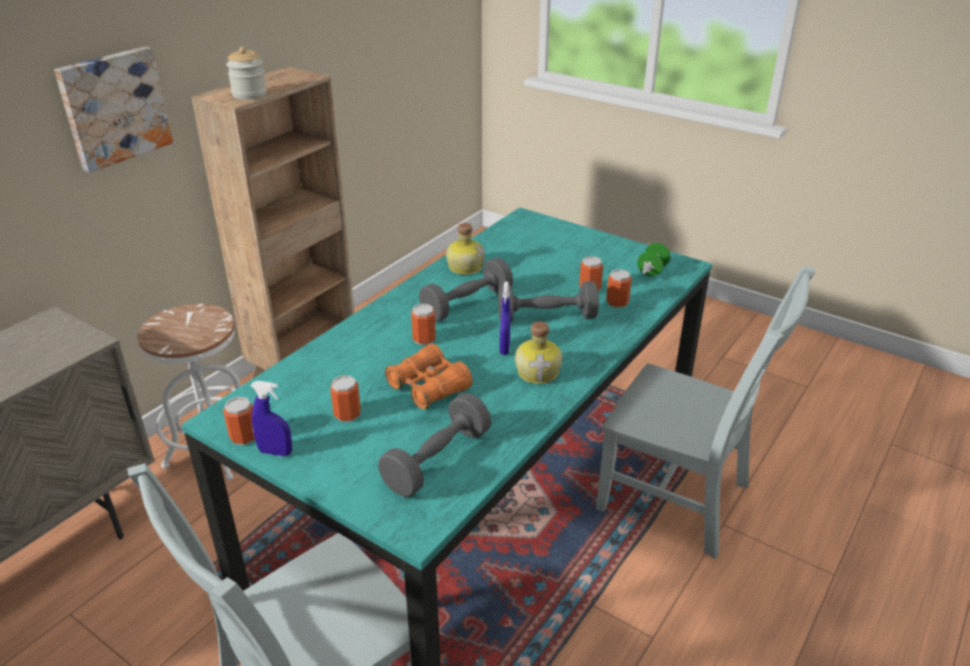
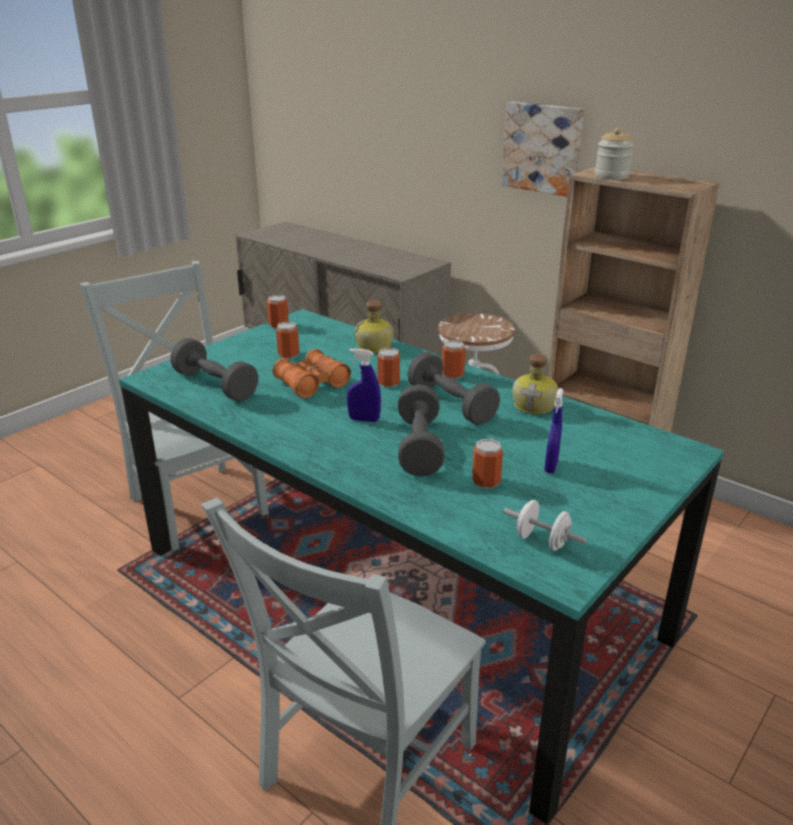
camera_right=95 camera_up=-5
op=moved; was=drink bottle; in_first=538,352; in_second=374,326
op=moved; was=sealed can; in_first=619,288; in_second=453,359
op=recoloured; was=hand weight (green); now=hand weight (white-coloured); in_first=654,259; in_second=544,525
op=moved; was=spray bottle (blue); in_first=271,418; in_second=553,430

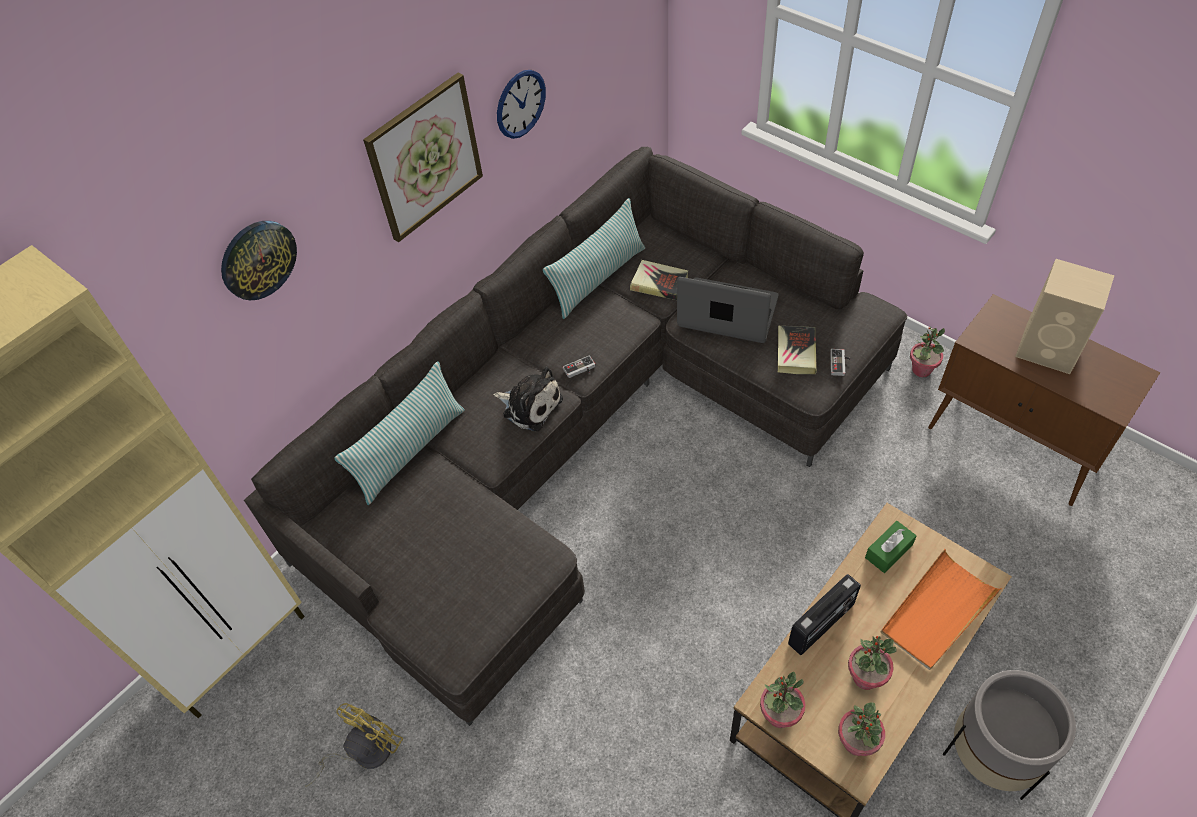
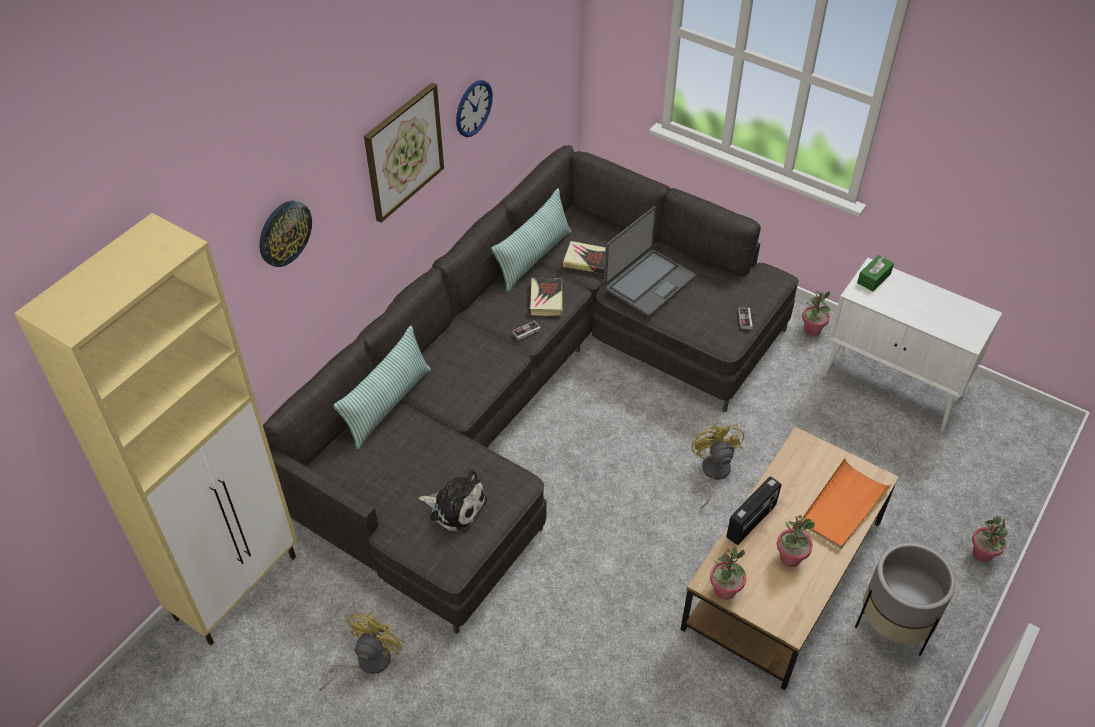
camera_right=-10 camera_up=-5
op=moved; was=soft toy; in_first=528,398; in_second=452,501
op=moved; was=book; in_first=797,350; in_second=546,297
op=turned; was=portable computer; in_first=727,310; in_second=650,261; clockwise=120
op=added; now=electric fan (yellow); in_second=717,465
op=recoloured; was=cabinet (brownish); now=cabinet (white-coloured); in_first=1044,400; in_second=912,345
op=moved; was=box of tissues (green); in_first=891,547; in_second=875,273
op=moved; was=houseplant; in_first=861,729; in_second=990,539
op=removed; was=speaker (beige); in_first=1065,316

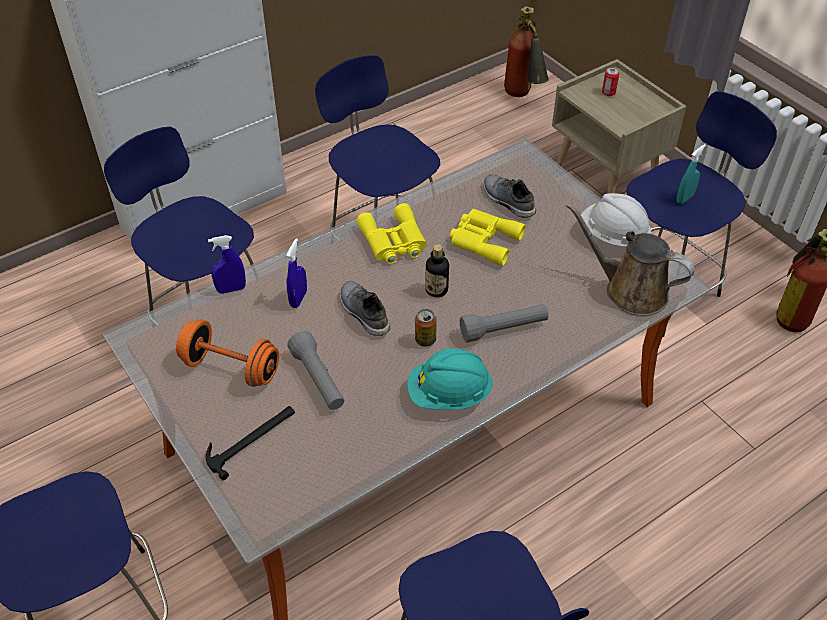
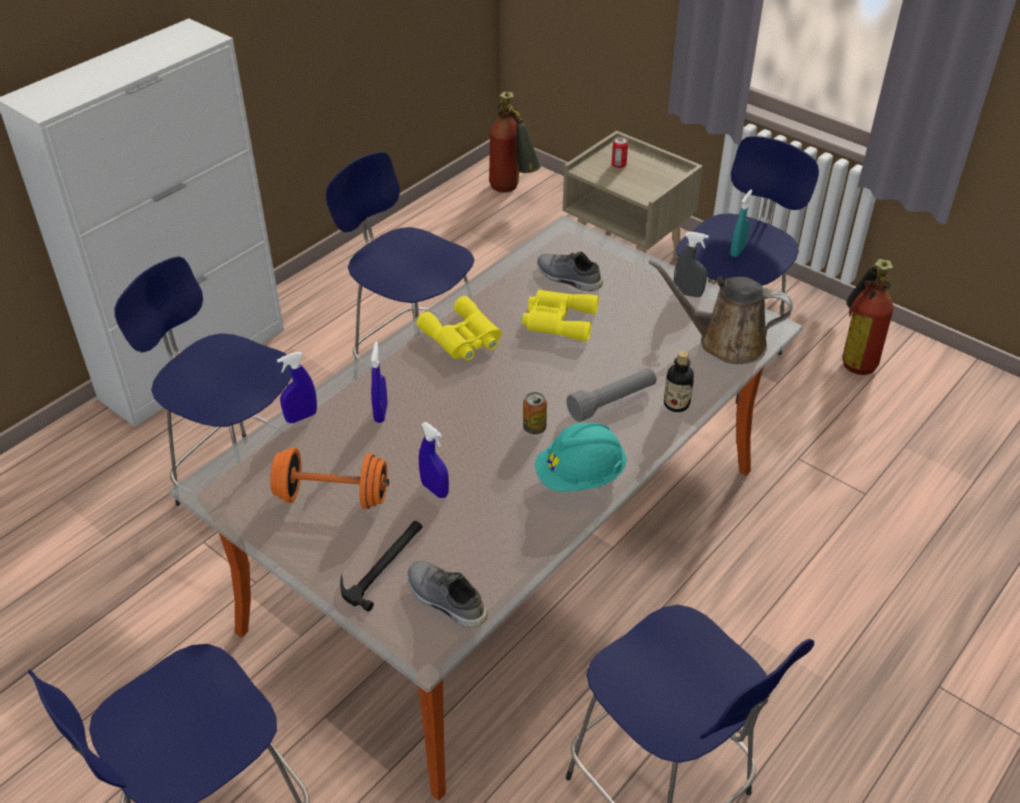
camera_right=-15 camera_up=-5
op=moved; was=shoe (grey); in_first=365,308; in_second=447,594
op=replaced; was=torch (grey); now=spray bottle (blue); in_first=315,370; in_second=434,460
op=moved; was=drink bottle; in_first=437,270; in_second=679,381
op=replaced; was=hard hat (white-coloured); now=spray bottle (grey); in_first=616,220; in_second=691,264

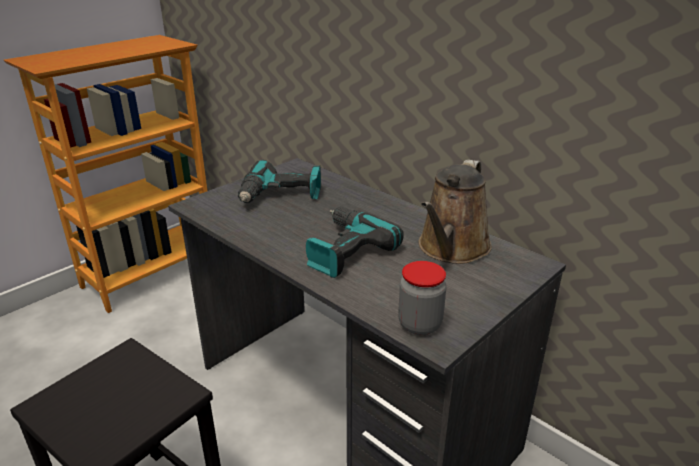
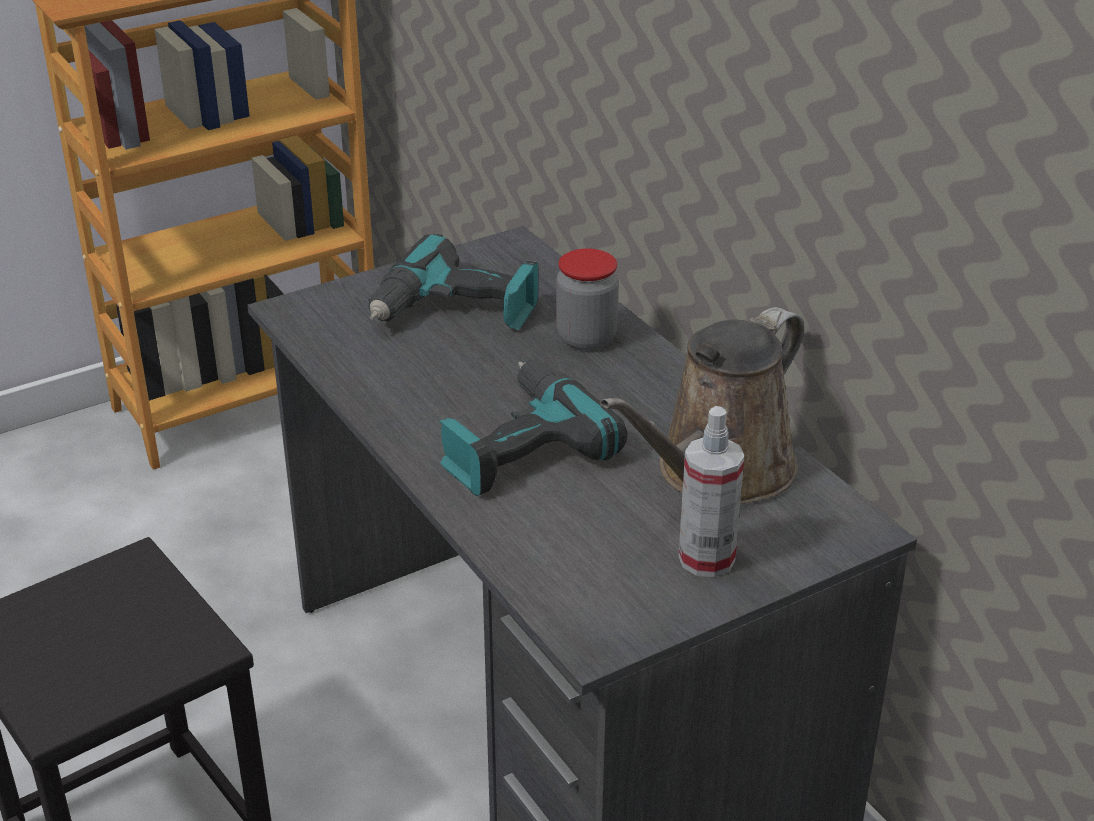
camera_right=15 camera_up=5
op=moved; was=jar; in_first=422,298; in_second=587,299
op=added; now=spray bottle; in_second=711,491

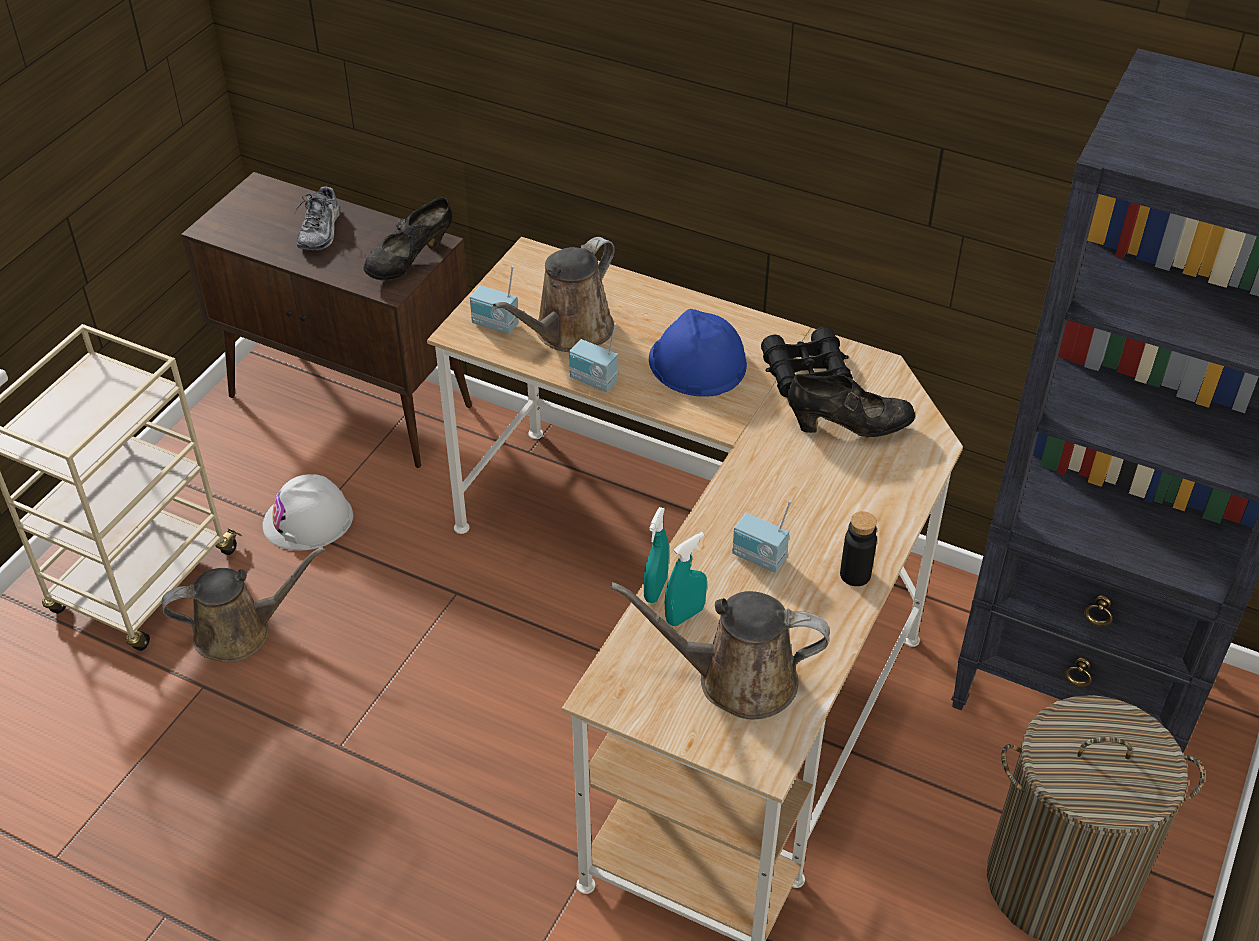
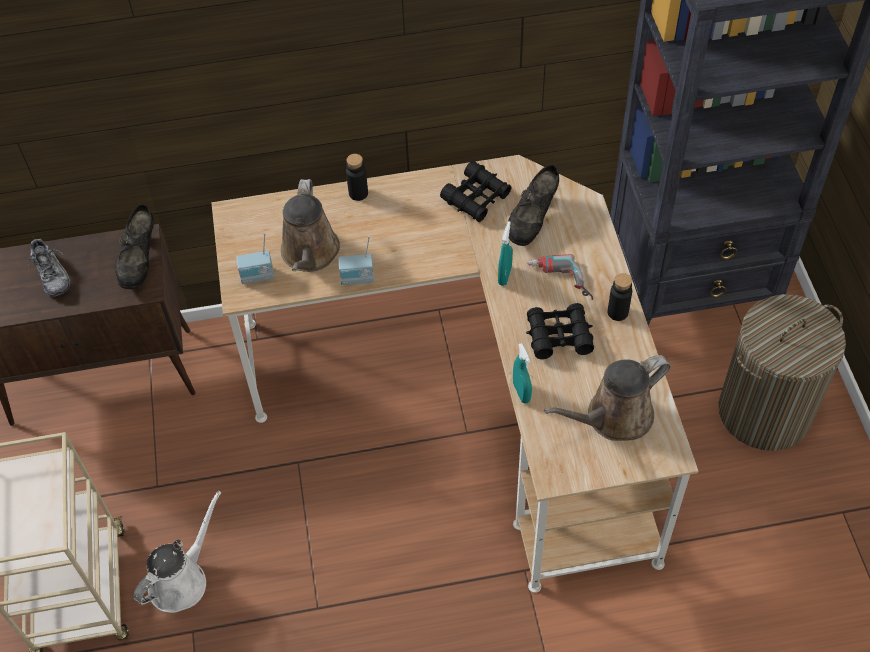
camera_right=-35 camera_up=10
op=recoloured; was=watering pot (brownish); now=watering pot (white-coloured); in_first=243,605; in_second=177,552
op=added; now=drink bottle (black-coloured); in_second=357,177
op=moved; was=spray bottle (blue-green); in_first=686,579; in_second=505,253
op=turned; was=shoe (black-coloured); in_first=851,405; in_second=533,205; clockwise=150
op=replaced; was=radio set; now=field glasses (black-coloured); in_first=761,537; in_second=560,331
op=added; now=drill; in_second=560,277
op=removed; was=hard hat (white-coloured); in_first=307,512
op=removed; was=hard hat (blue); in_first=698,353

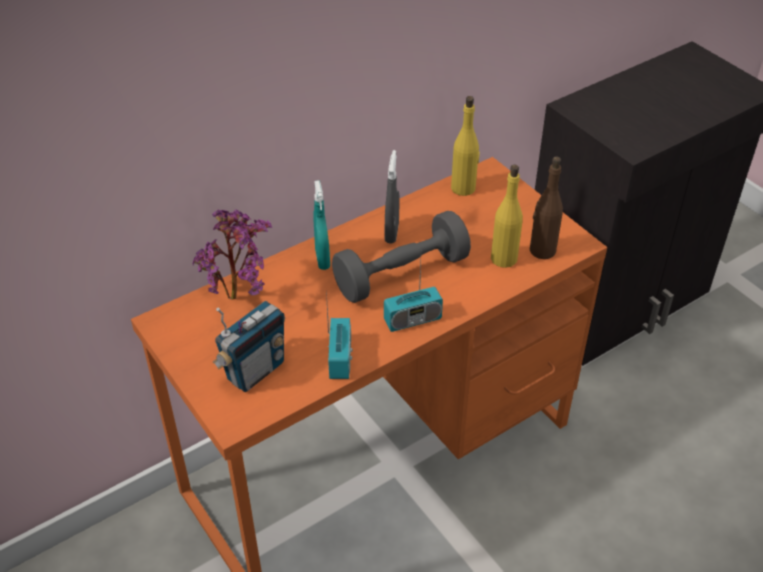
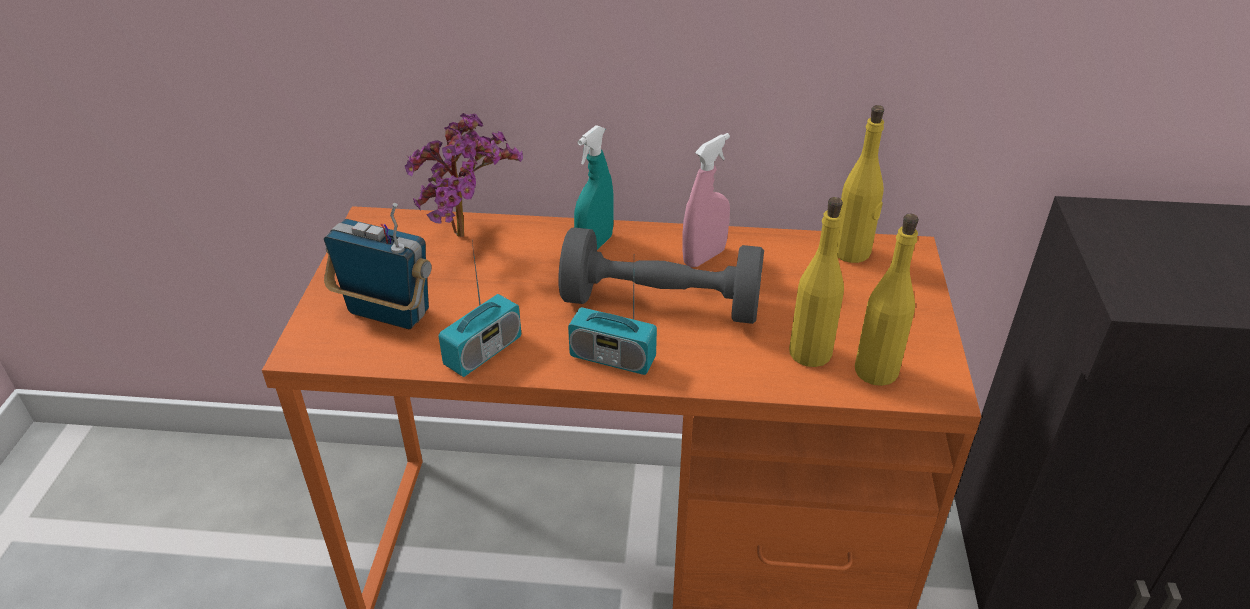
camera_right=40 camera_up=-5
op=turned; was=radio set; in_first=249,346; in_second=378,266; clockwise=-150
op=recoloured; was=spray bottle (grey); now=spray bottle (pink-coloured); in_first=391,196; in_second=706,200
op=recoloured; was=drink bottle (brownish); now=drink bottle (yellow); in_first=546,208; in_second=887,300

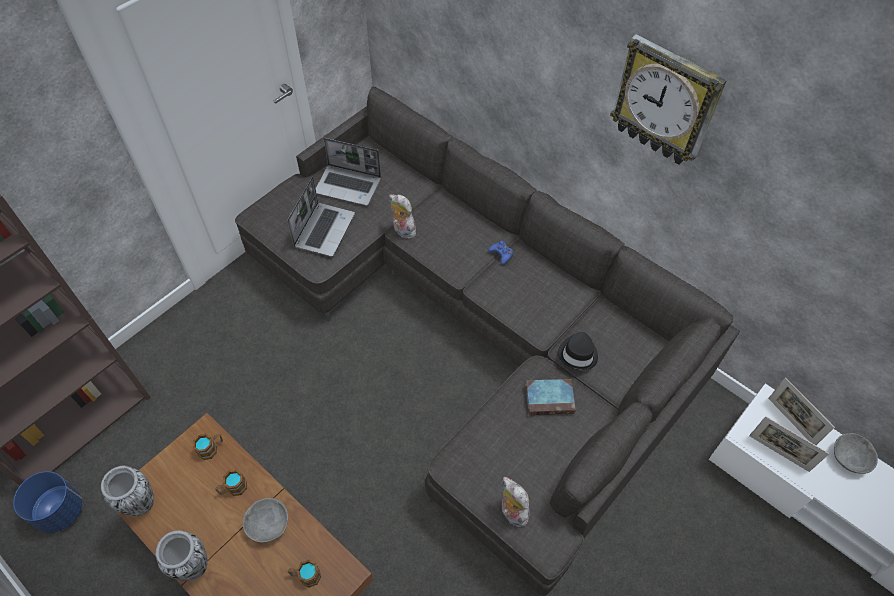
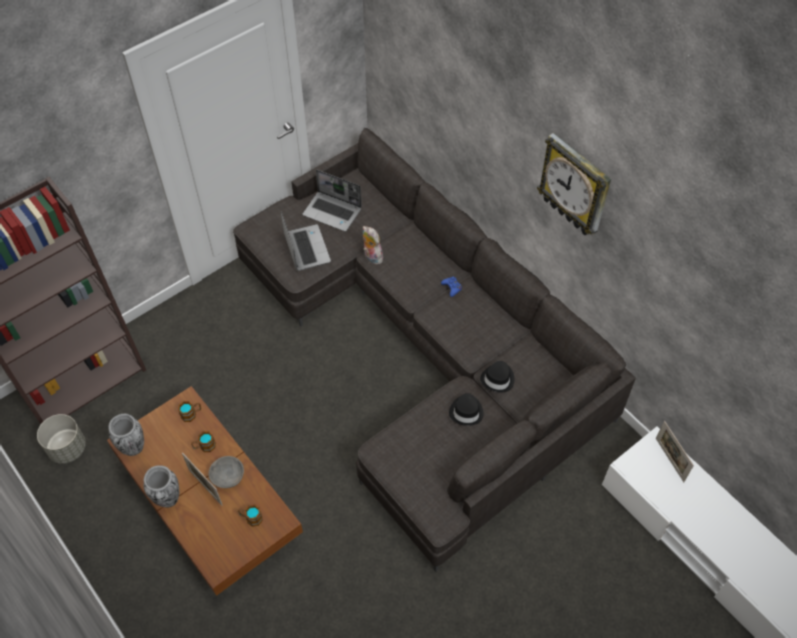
camera_right=10 camera_up=0
op=recoloured; was=flower pot (blue); now=flower pot (grey); in_first=47,502; in_second=61,439
op=moved; was=standing frame; in_first=789,444; in_second=202,479
op=turned; was=portable computer; in_first=321,216; in_second=306,241; clockwise=-45
op=replaced; was=book; now=clothing hat (black-coloured); in_first=550,397; in_second=466,409
op=removed; was=soft toy; in_first=515,502
op=removed; was=deep dish (grey); in_first=856,453

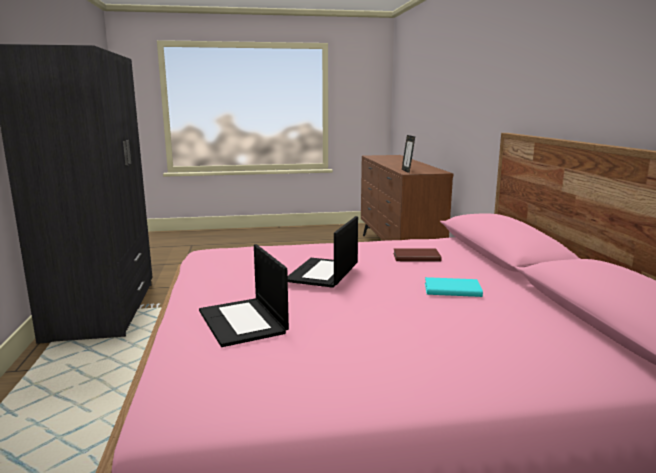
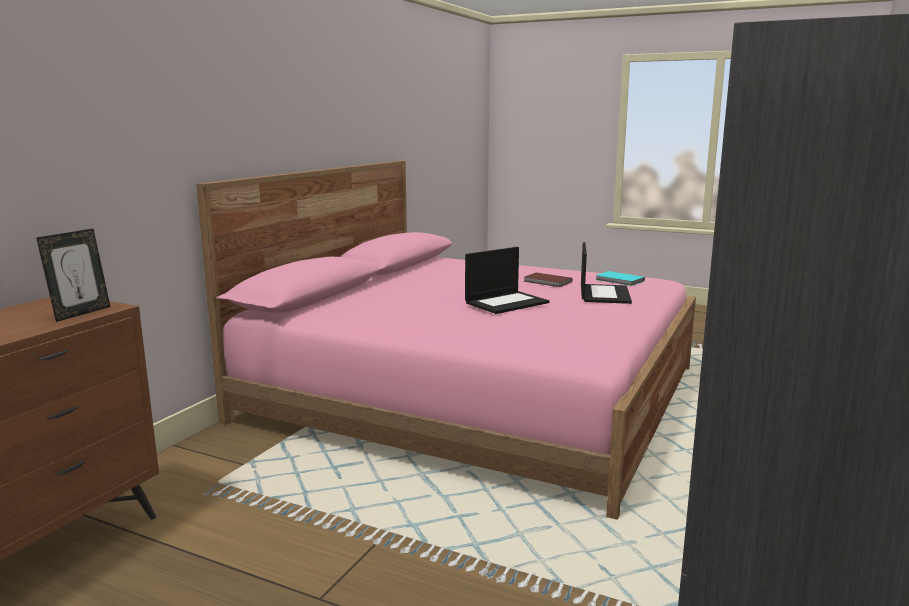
camera_right=-145 camera_up=0
op=moved; was=book (brownish); in_first=417,255; in_second=547,279
op=moved; was=book (blue-green); in_first=454,287; in_second=620,278

